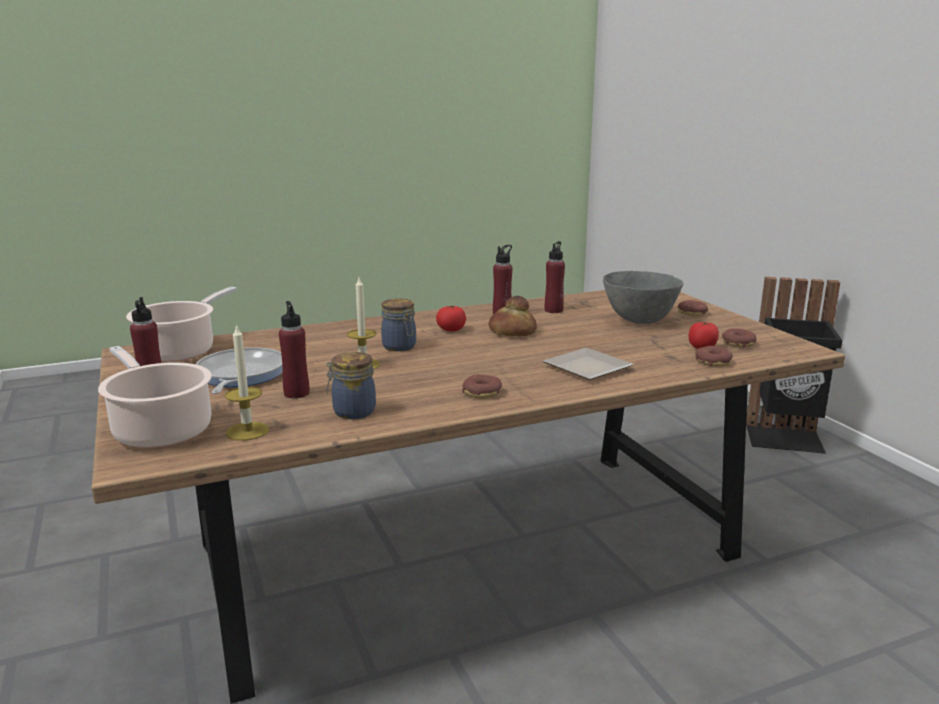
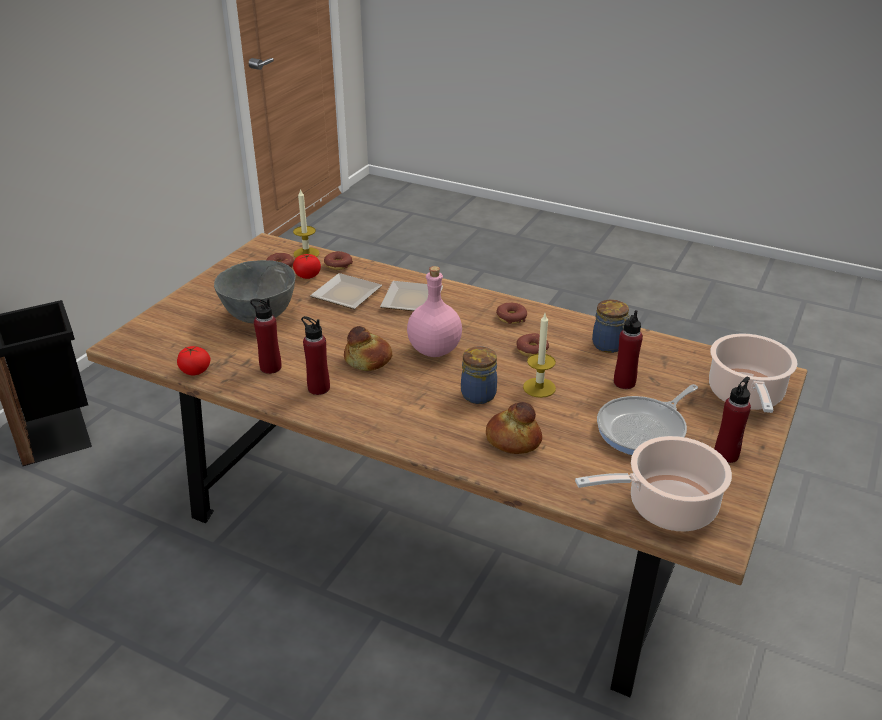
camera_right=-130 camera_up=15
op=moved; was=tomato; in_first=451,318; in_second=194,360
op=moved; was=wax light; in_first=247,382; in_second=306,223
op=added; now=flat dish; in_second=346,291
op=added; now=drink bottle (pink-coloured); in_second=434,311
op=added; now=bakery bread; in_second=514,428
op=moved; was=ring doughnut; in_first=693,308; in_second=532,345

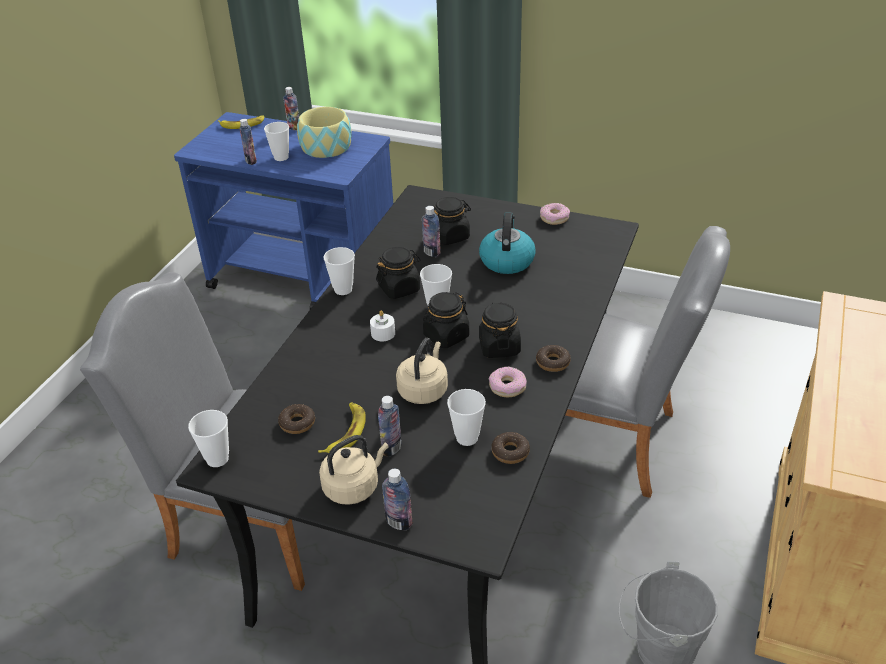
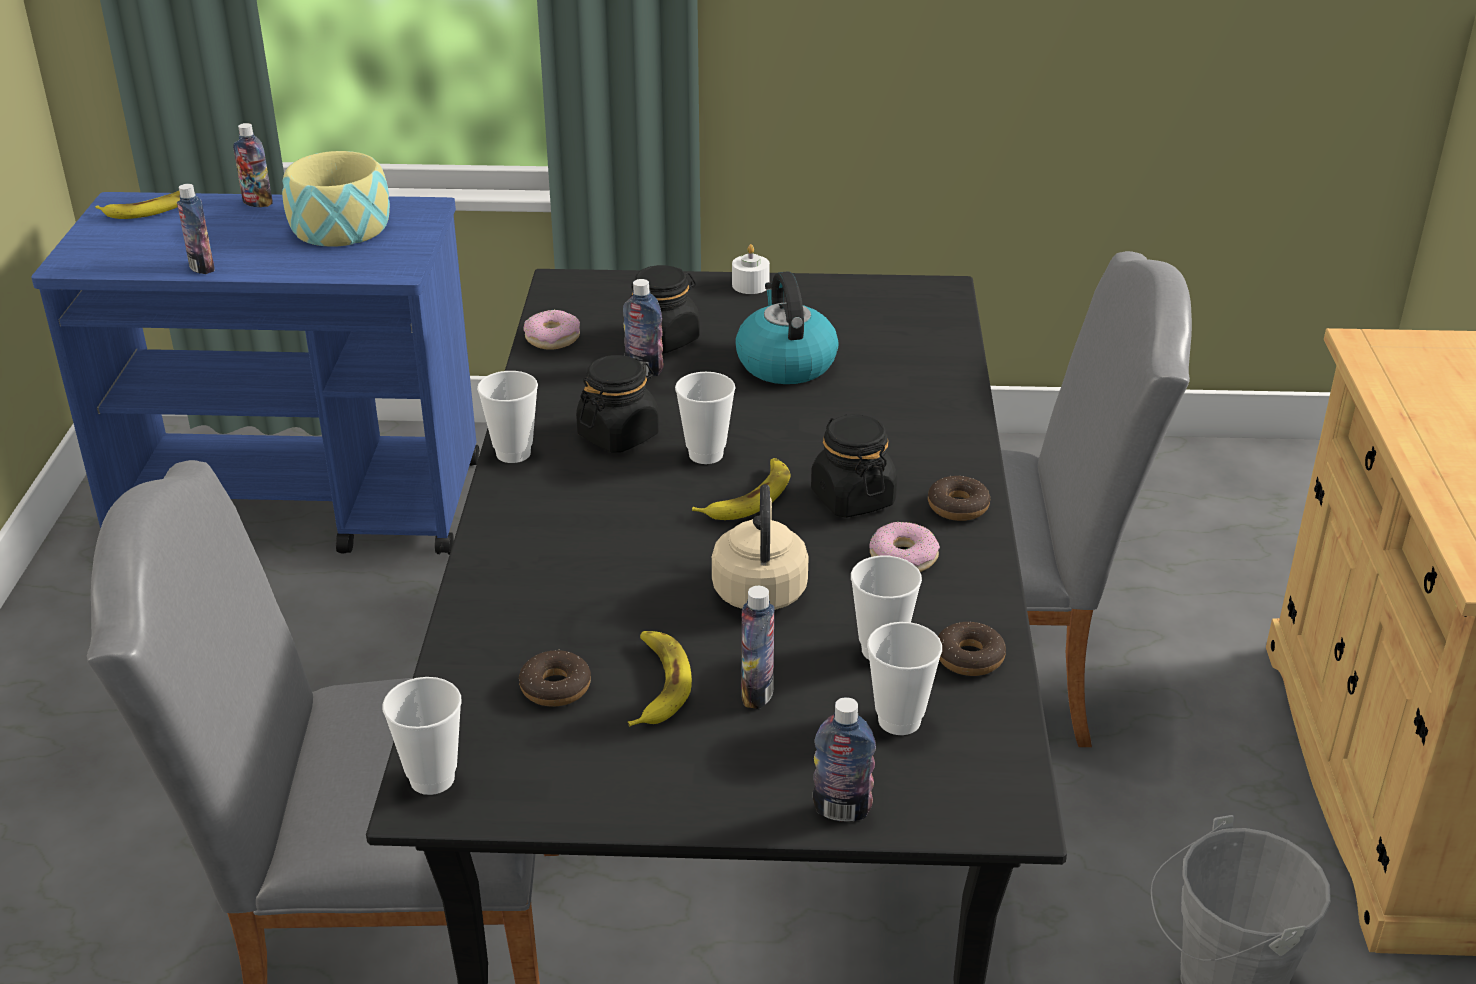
camera_right=-20 camera_up=-5
op=moved; was=ring doughnut; in_first=555,214; in_second=551,330
op=replaced; was=jar (black-coloured); now=banana fruit; in_first=446,320; in_second=741,489
op=moved; was=wax light (white-coloured); in_first=382,325; in_second=751,269
op=moved; was=drinking cup; in_first=276,141; in_second=904,678
op=removed; was=kettle (beige); in_first=354,470

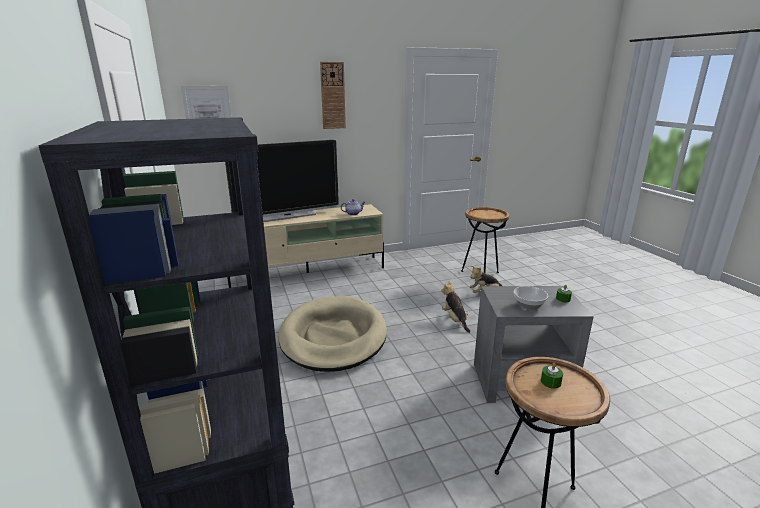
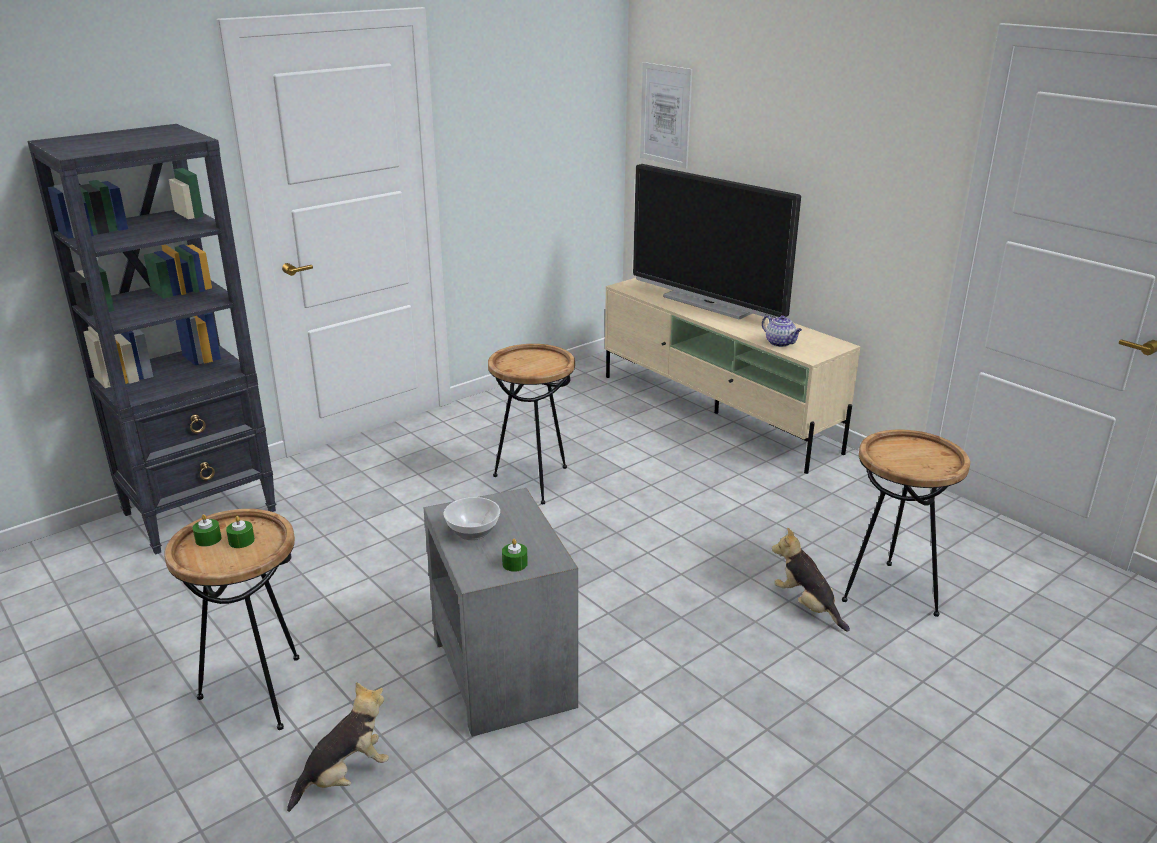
camera_right=70 camera_up=5
op=added; now=wax light (green); in_second=207,530
op=moved; was=soft toy; in_first=455,307; in_second=338,747
op=replaced; was=dog bed (beige); now=side table (brownish); in_first=332,334; in_second=531,424
op=removed; was=hanging clock; in_first=333,95

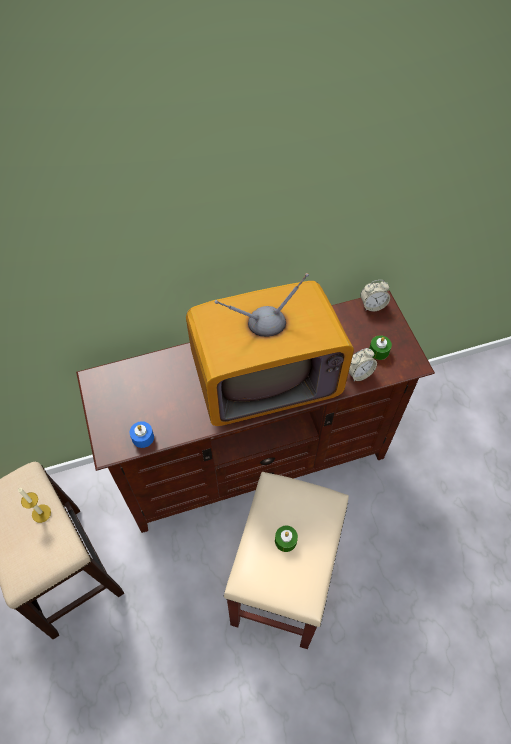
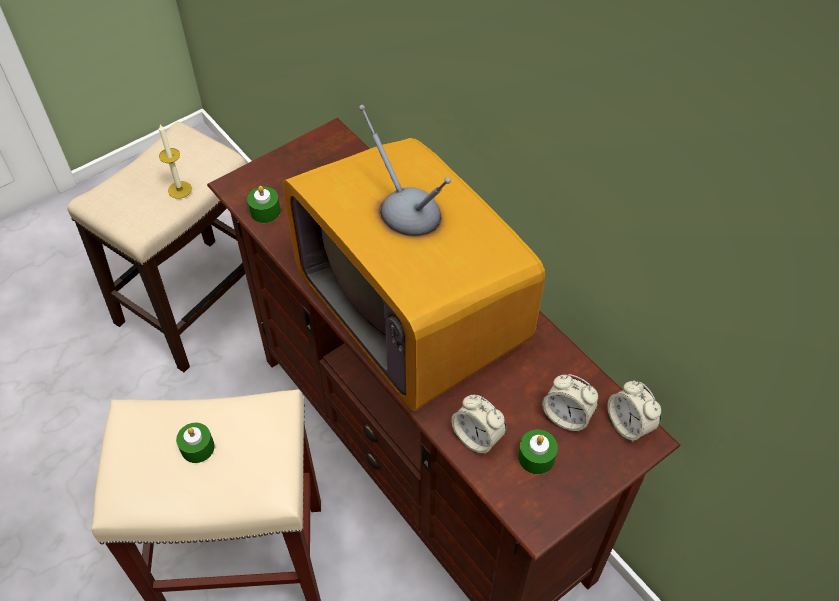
camera_right=70 camera_up=-5
op=recoloured; was=wax light (blue); now=wax light (green); in_first=142,434; in_second=264,204
op=added; now=alarm clock; in_second=570,403

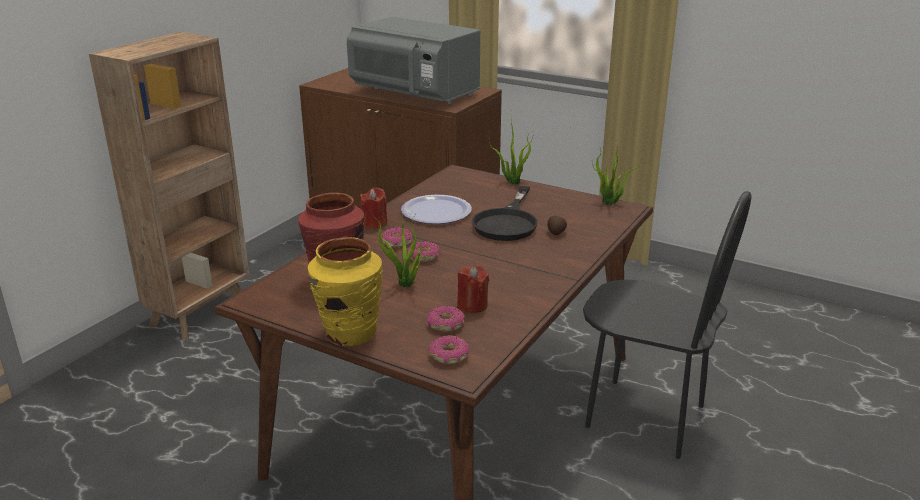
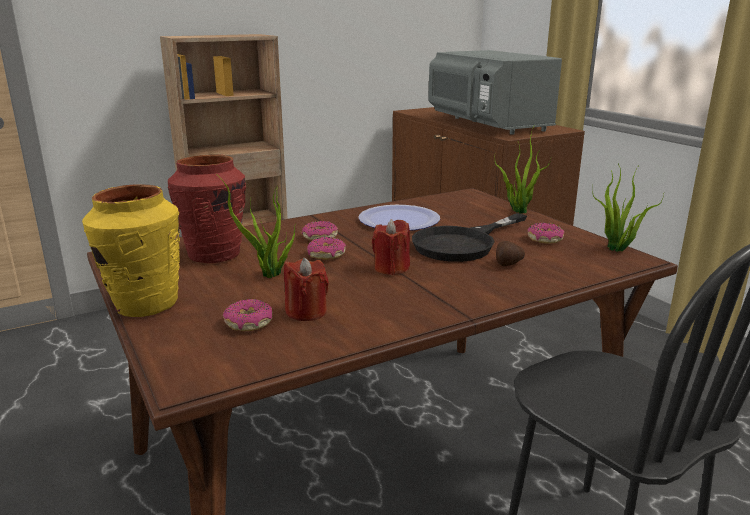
camera_right=30 camera_up=-5
op=moved; was=wax light (red); in_first=374,208; in_second=391,247
op=moved; was=ring doughnut; in_first=449,349; in_second=545,233

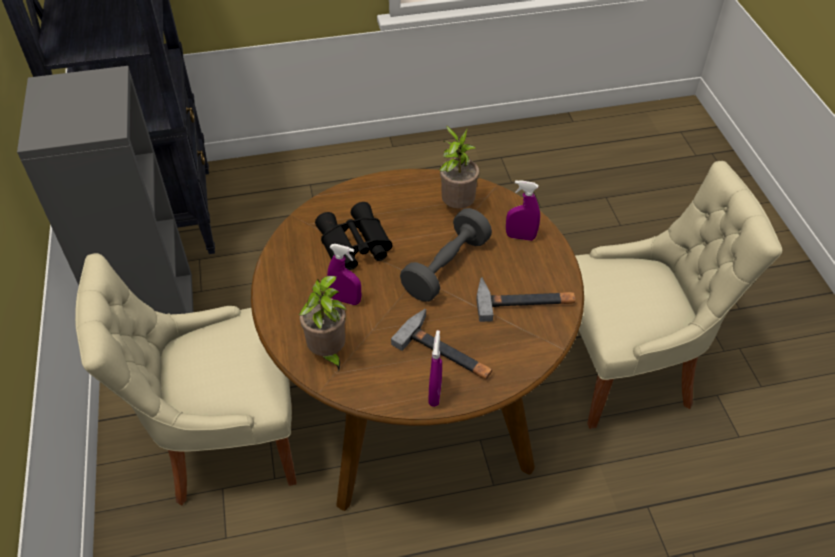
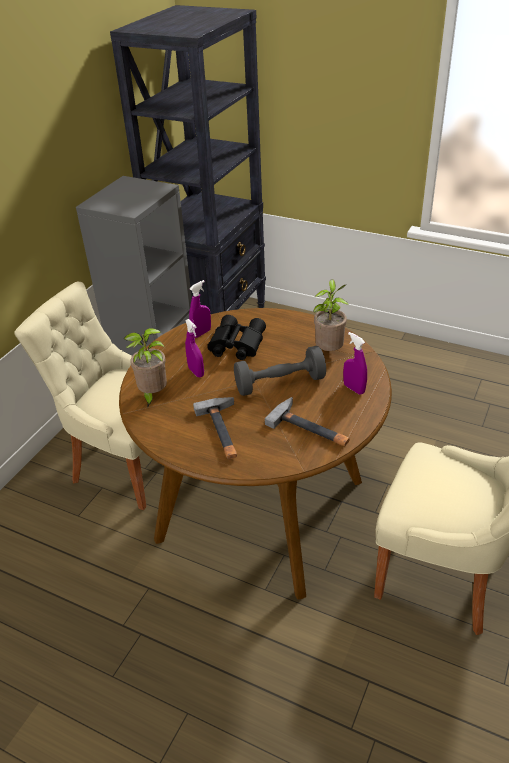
camera_right=40 camera_up=-10
op=moved; was=spray bottle (purple-coloured); in_first=435,368; in_second=200,309

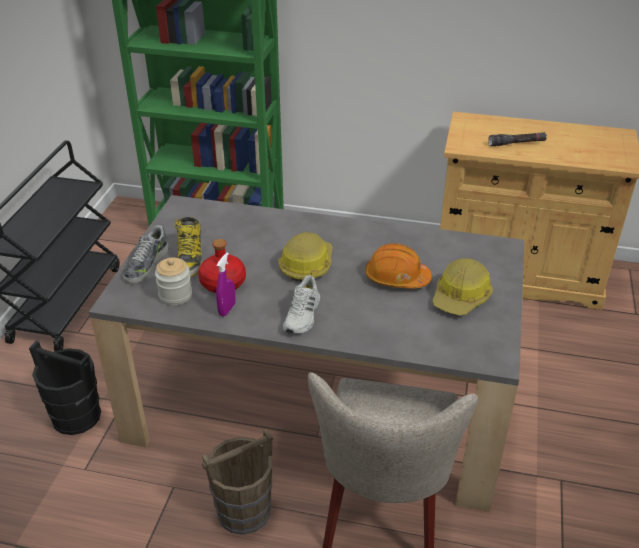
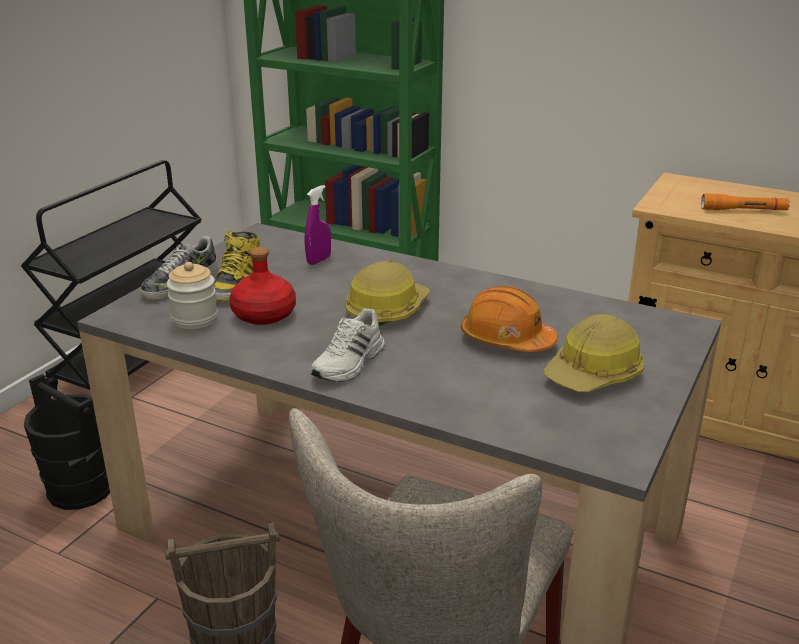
camera_right=15 camera_up=-10
op=moved; was=spray bottle (purple-coloured); in_first=225,284; in_second=318,225
op=recoloured; was=torch (black-coloured); now=torch (orange-coloured); in_first=517,139; in_second=745,201

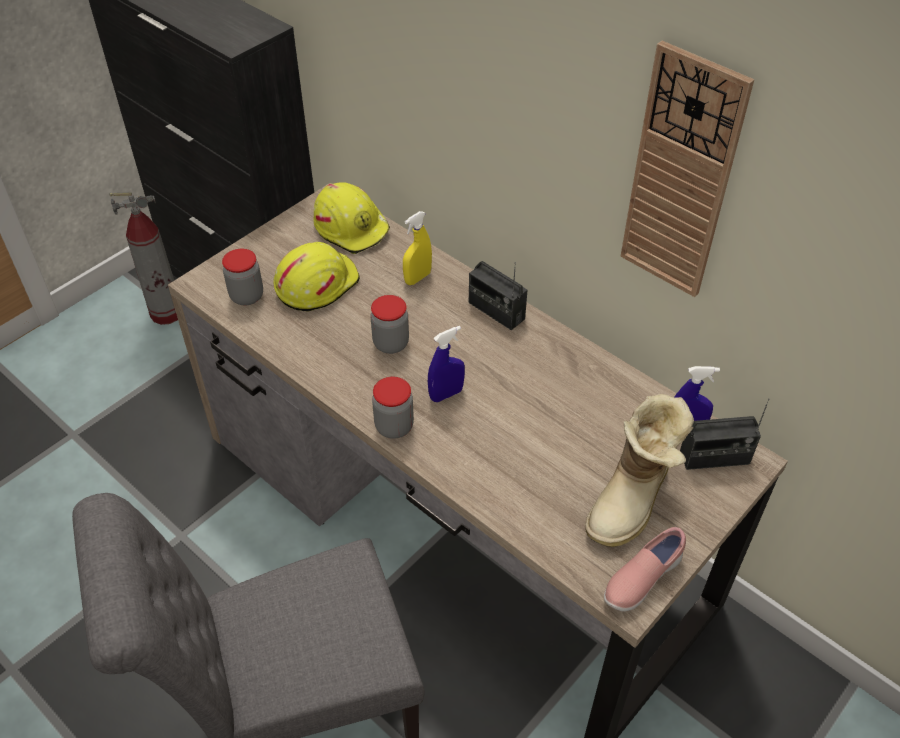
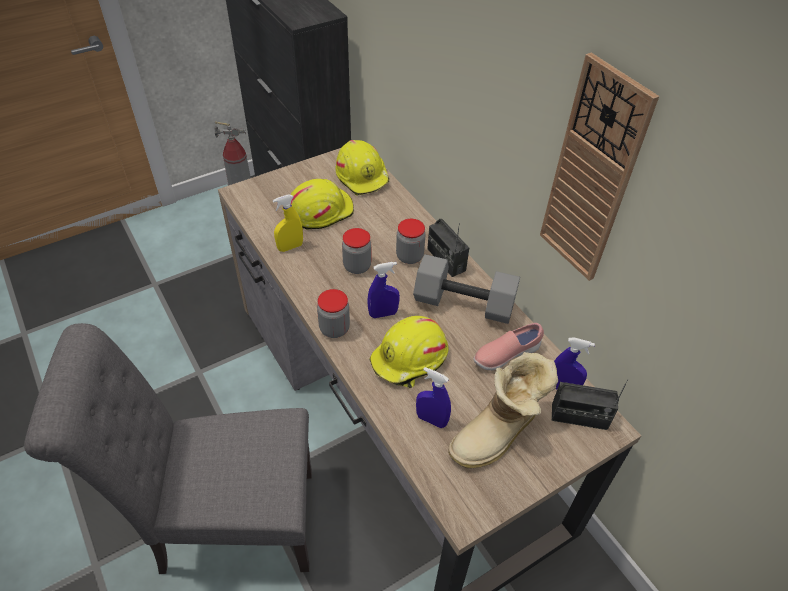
camera_right=15 camera_up=0
op=moved; was=spray bottle (yellow); in_first=417,248; in_second=288,223
op=added; now=hard hat (yellow); in_second=409,352
op=moved; was=jar; in_first=242,277; in_second=411,241
op=added; now=hand weight (grey); in_second=466,289
op=added; now=spray bottle (blue); in_second=433,397
op=moved; was=shoe (pink-coloured); in_first=645,569; in_second=508,347

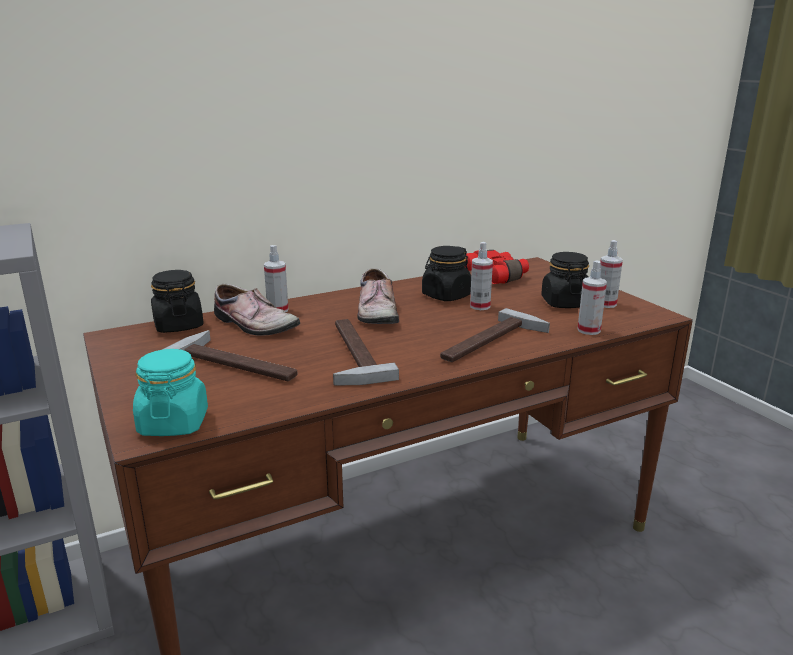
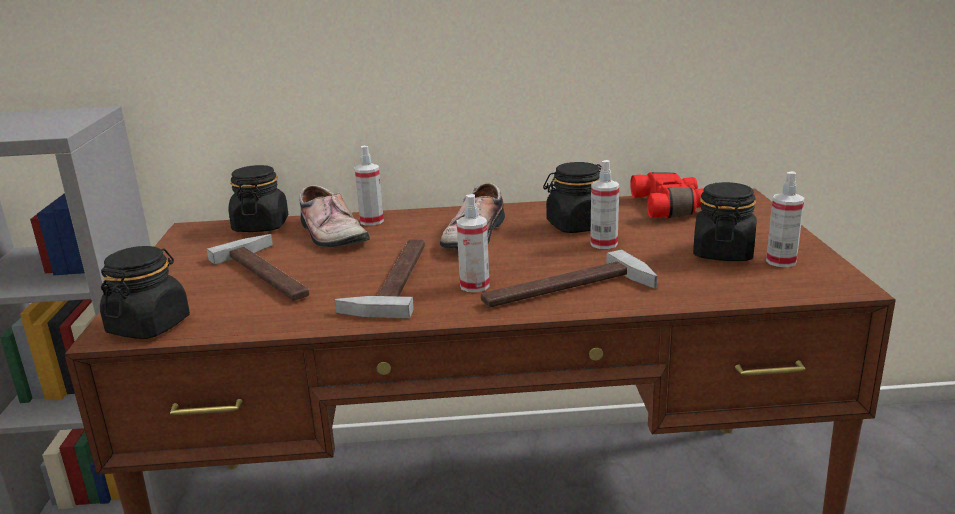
camera_right=25 camera_up=0
op=recoloured; was=jar (blue-green); now=jar (black-coloured); in_first=170,392; in_second=145,292
op=moved; was=spray bottle; in_first=592,297; in_second=473,243

